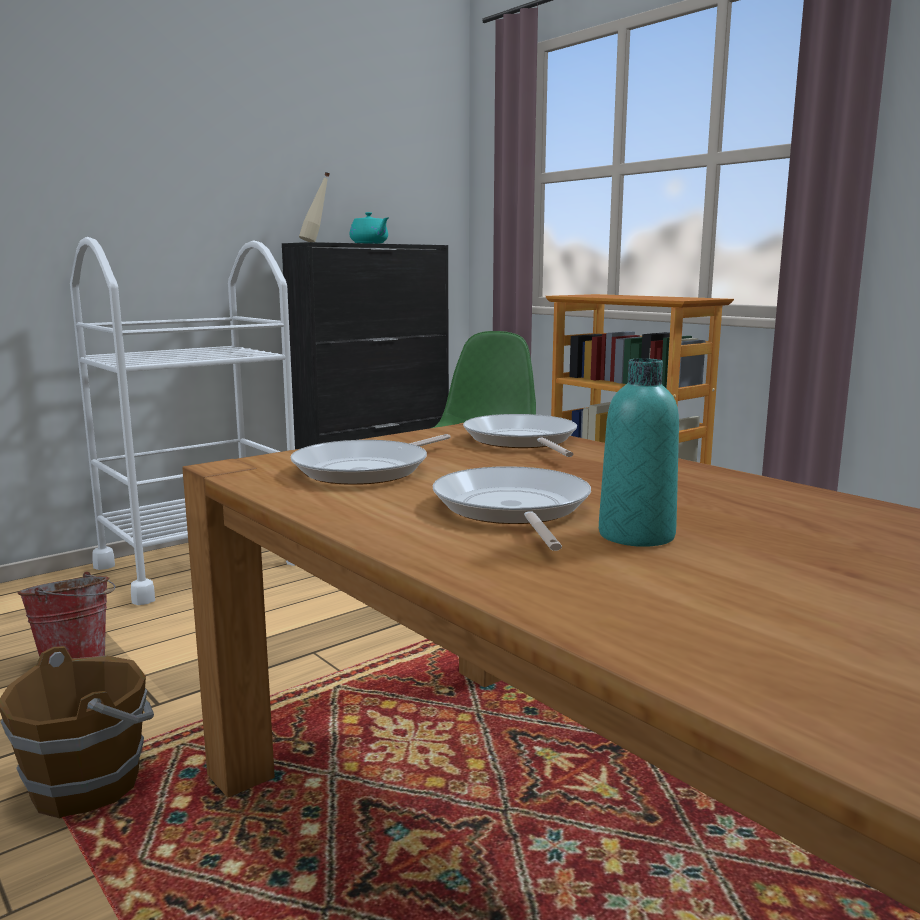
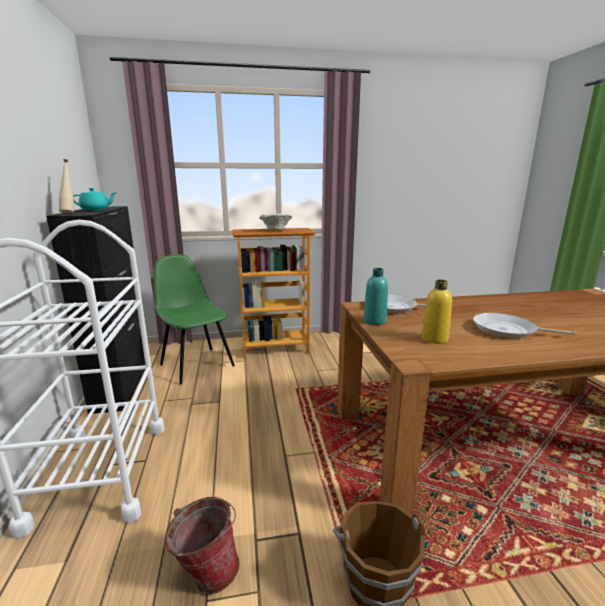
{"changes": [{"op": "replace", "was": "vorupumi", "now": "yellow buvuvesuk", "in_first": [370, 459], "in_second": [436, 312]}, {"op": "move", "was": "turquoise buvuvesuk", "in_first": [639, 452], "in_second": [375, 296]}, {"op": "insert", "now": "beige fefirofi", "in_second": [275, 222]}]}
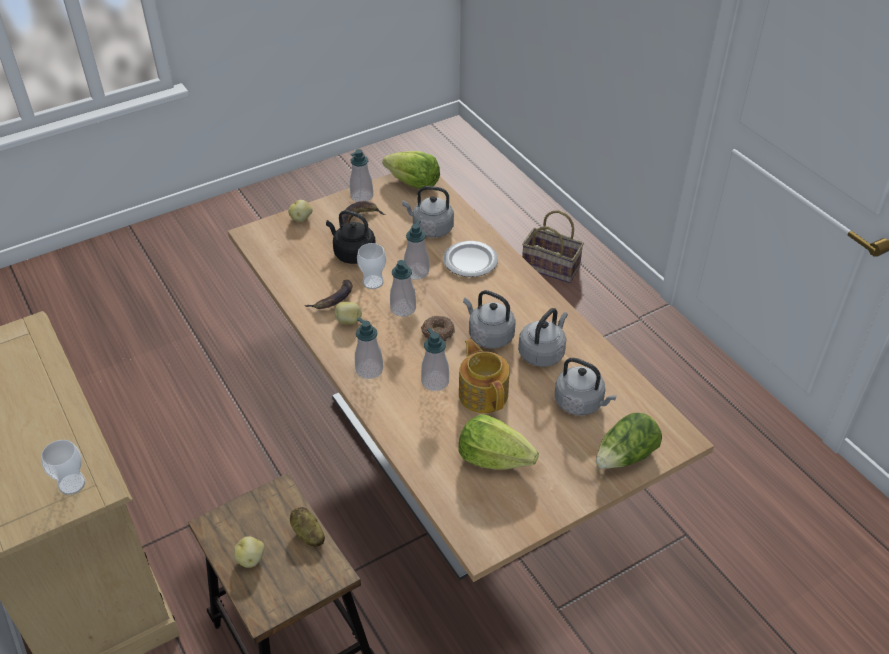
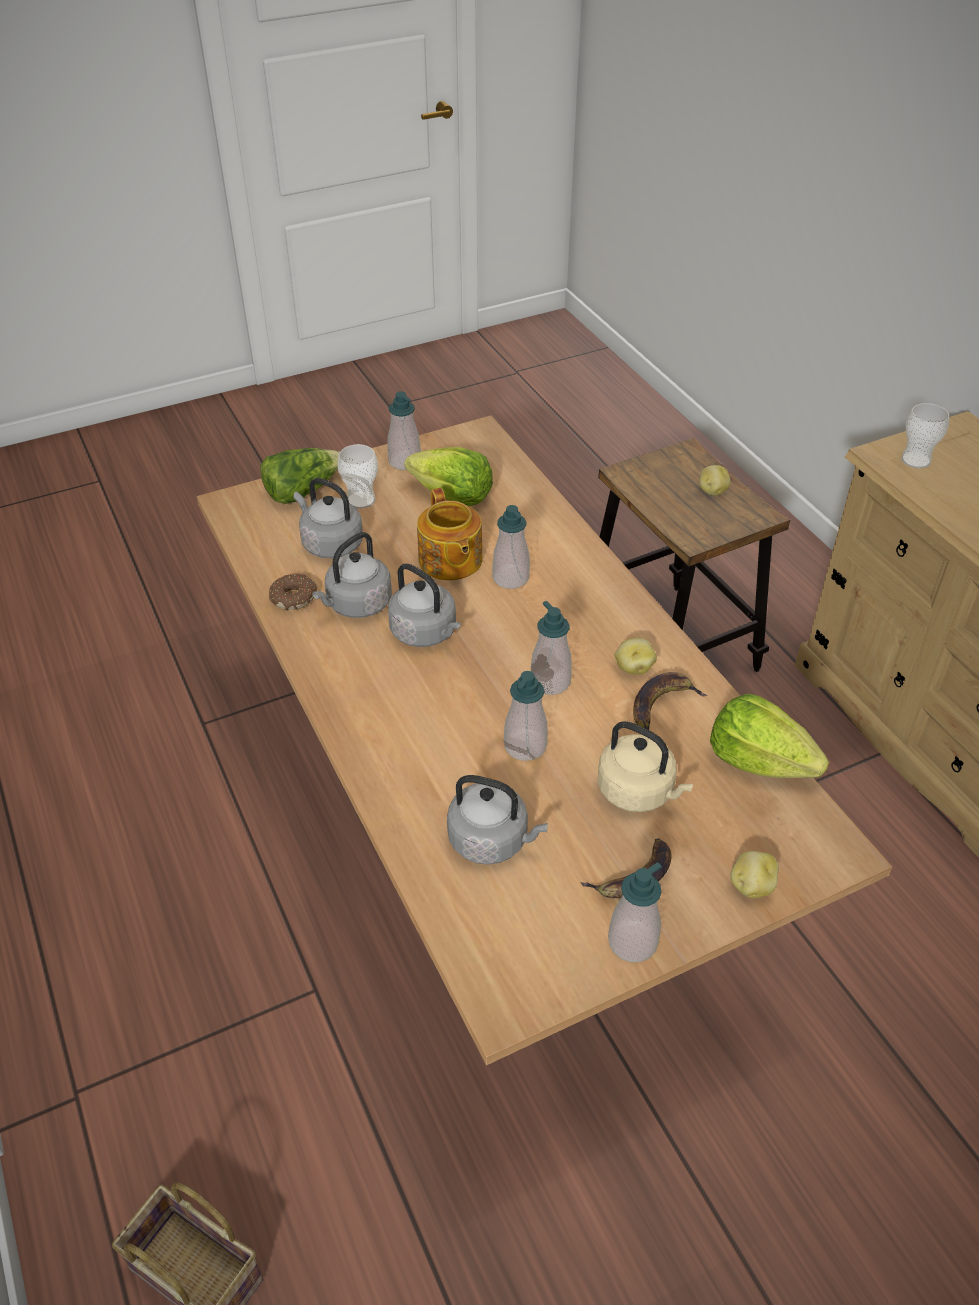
{"changes": [{"op": "delete", "was": "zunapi", "in_first": [307, 527]}, {"op": "recolor", "was": "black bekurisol", "now": "beige bekurisol", "in_first": [351, 237], "in_second": [645, 766]}, {"op": "move", "was": "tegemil", "in_first": [369, 348], "in_second": [404, 430]}, {"op": "move", "was": "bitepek", "in_first": [371, 266], "in_second": [358, 476]}, {"op": "move", "was": "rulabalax", "in_first": [411, 170], "in_second": [769, 736]}, {"op": "move", "was": "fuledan", "in_first": [438, 328], "in_second": [293, 592]}, {"op": "delete", "was": "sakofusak", "in_first": [470, 259]}]}
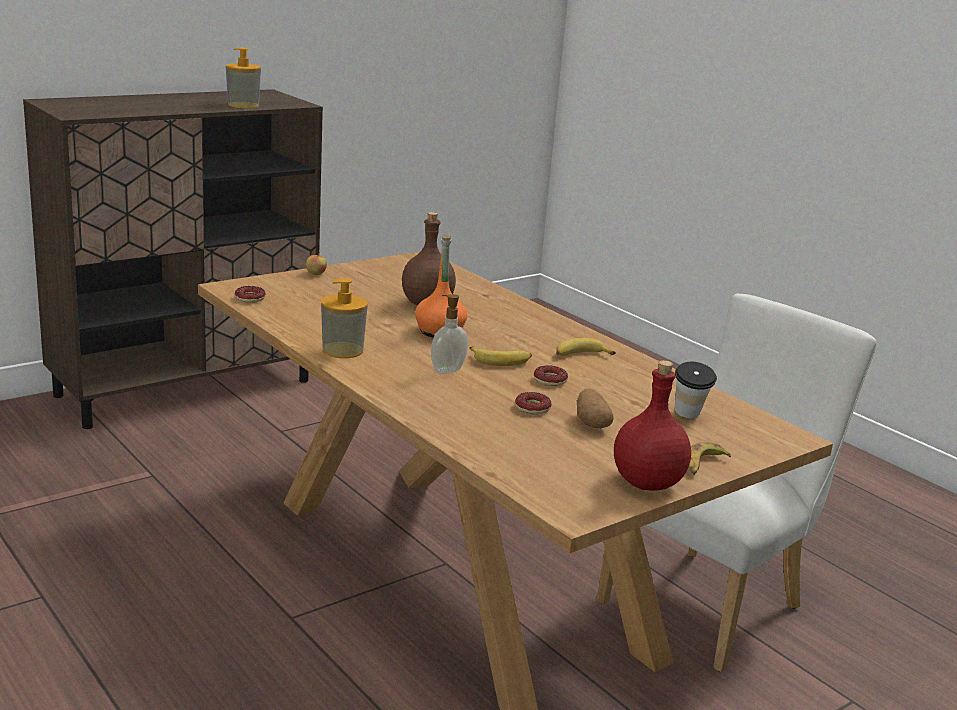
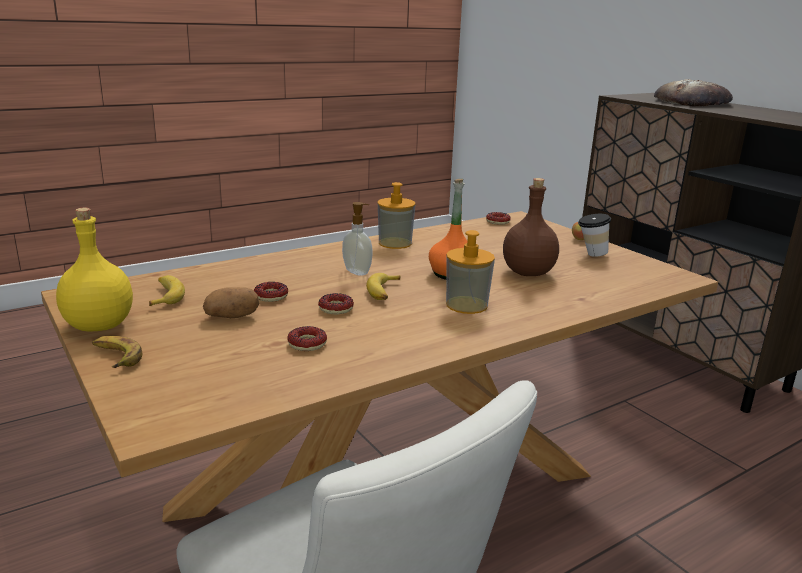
{"changes": [{"op": "move", "was": "tegemil", "in_first": [243, 78], "in_second": [470, 272]}, {"op": "move", "was": "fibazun", "in_first": [586, 347], "in_second": [167, 290]}, {"op": "recolor", "was": "red buvuvesuk", "now": "yellow buvuvesuk", "in_first": [652, 425], "in_second": [94, 270]}, {"op": "move", "was": "bitepek", "in_first": [696, 390], "in_second": [594, 235]}, {"op": "insert", "now": "fuledan", "in_second": [307, 338]}, {"op": "insert", "now": "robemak", "in_second": [693, 92]}]}
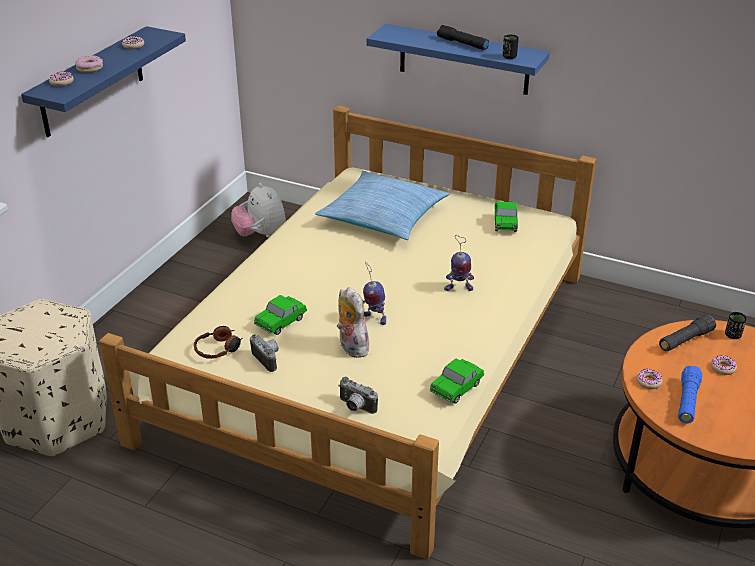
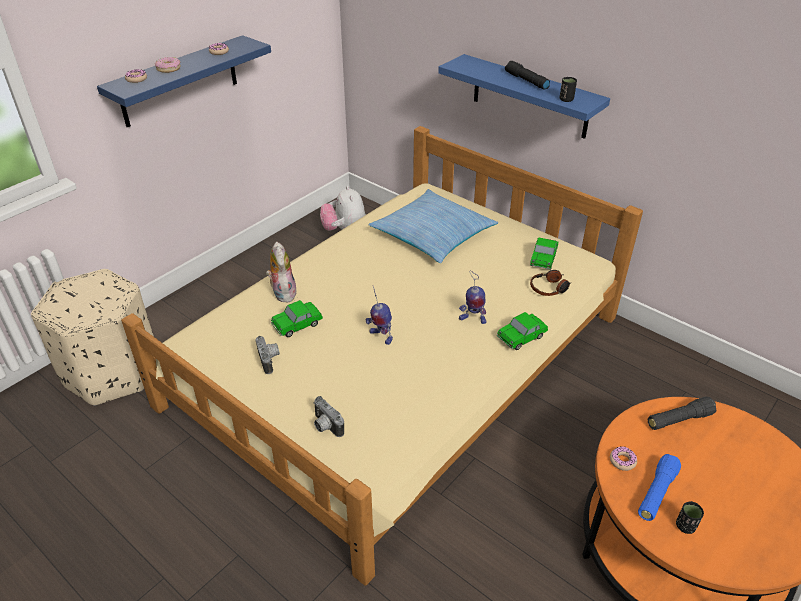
{"changes": [{"op": "move", "was": "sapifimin", "in_first": [218, 342], "in_second": [551, 283]}, {"op": "move", "was": "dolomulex", "in_first": [354, 322], "in_second": [281, 271]}, {"op": "move", "was": "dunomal", "in_first": [457, 381], "in_second": [522, 331]}, {"op": "delete", "was": "fuledan", "in_first": [724, 365]}, {"op": "move", "was": "black bitepek", "in_first": [736, 325], "in_second": [690, 518]}]}
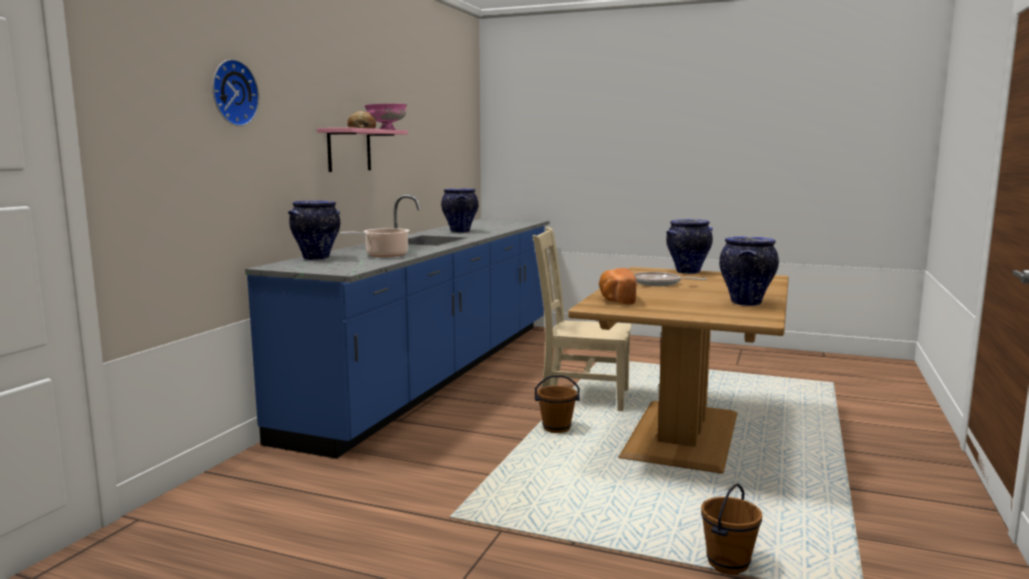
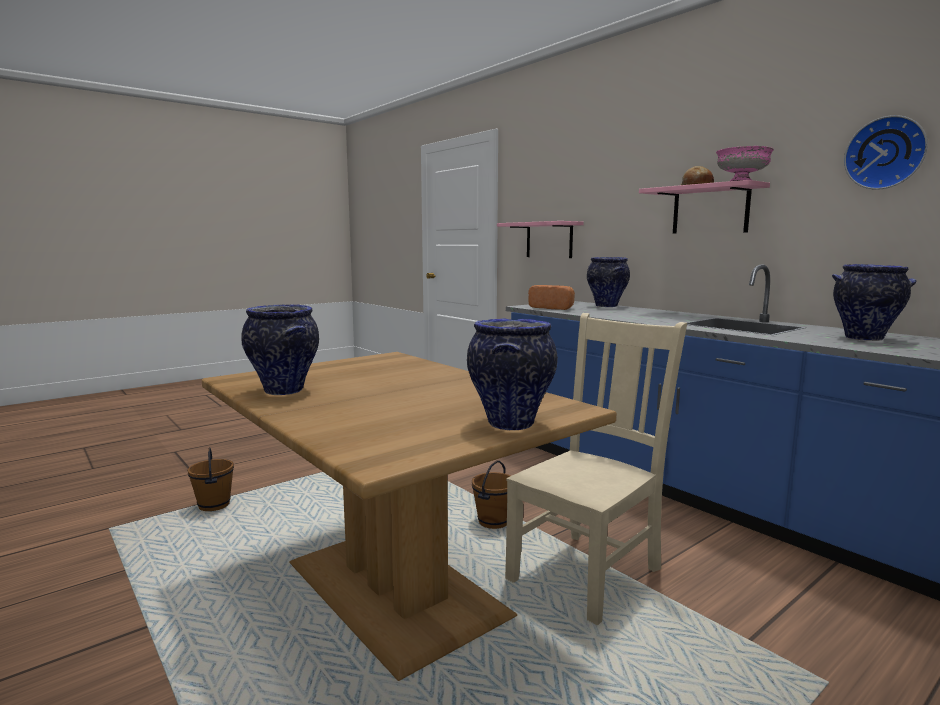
{"changes": [{"op": "move", "was": "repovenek", "in_first": [235, 92], "in_second": [886, 152]}, {"op": "delete", "was": "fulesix", "in_first": [375, 242]}, {"op": "move", "was": "robemak", "in_first": [617, 286], "in_second": [551, 297]}, {"op": "delete", "was": "vorupumi", "in_first": [670, 279]}, {"op": "insert", "now": "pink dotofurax", "in_second": [540, 239]}]}
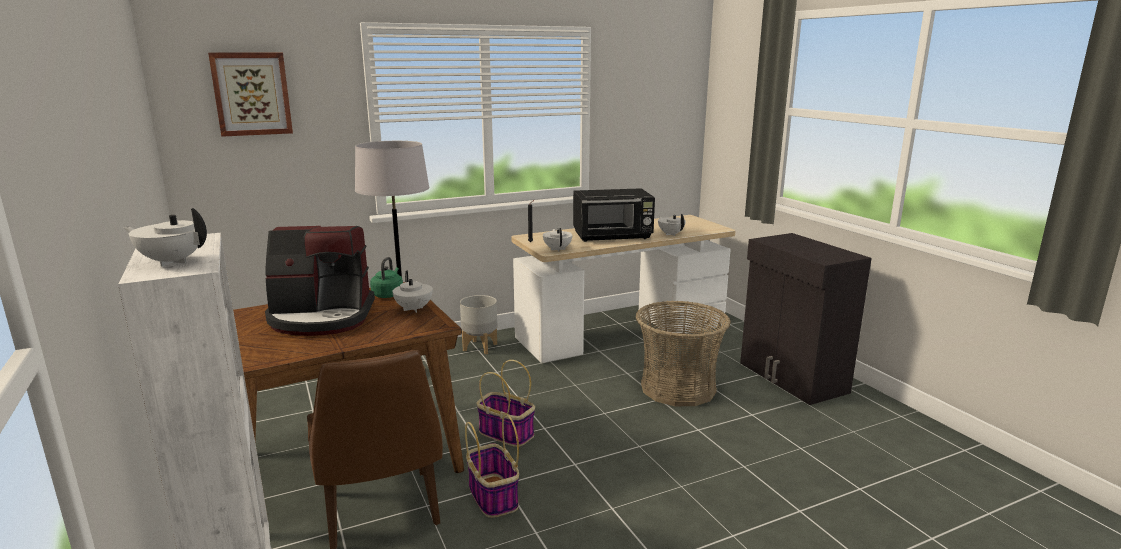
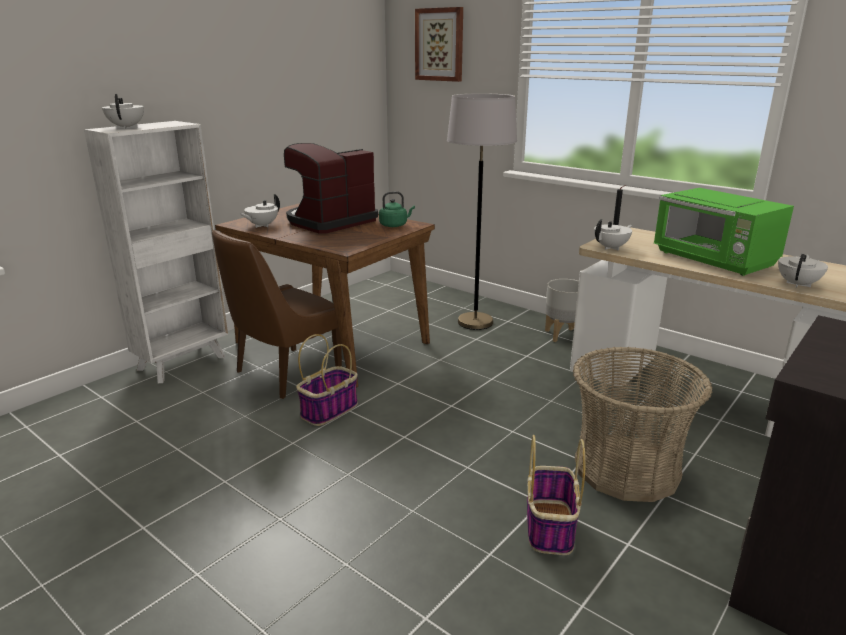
{"changes": [{"op": "rotate", "was": "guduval", "in_first": [320, 281], "in_second": [331, 188], "clockwise": 75}, {"op": "move", "was": "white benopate", "in_first": [412, 292], "in_second": [259, 211]}, {"op": "move", "was": "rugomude", "in_first": [506, 403], "in_second": [556, 495]}, {"op": "recolor", "was": "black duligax", "now": "green duligax", "in_first": [614, 215], "in_second": [724, 232]}]}
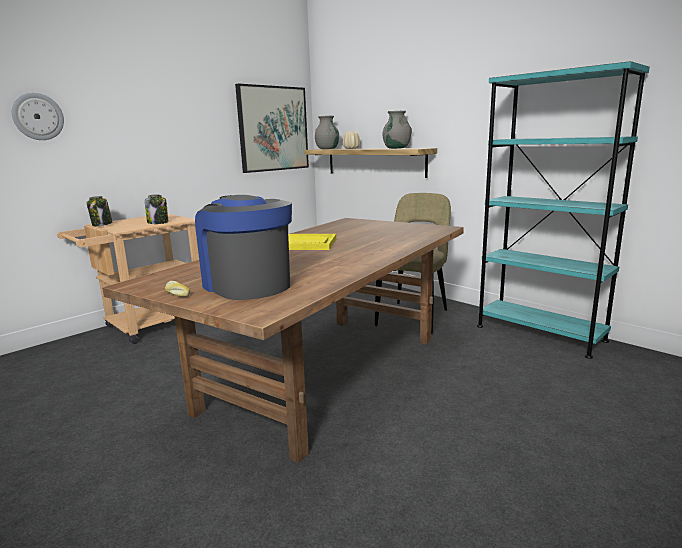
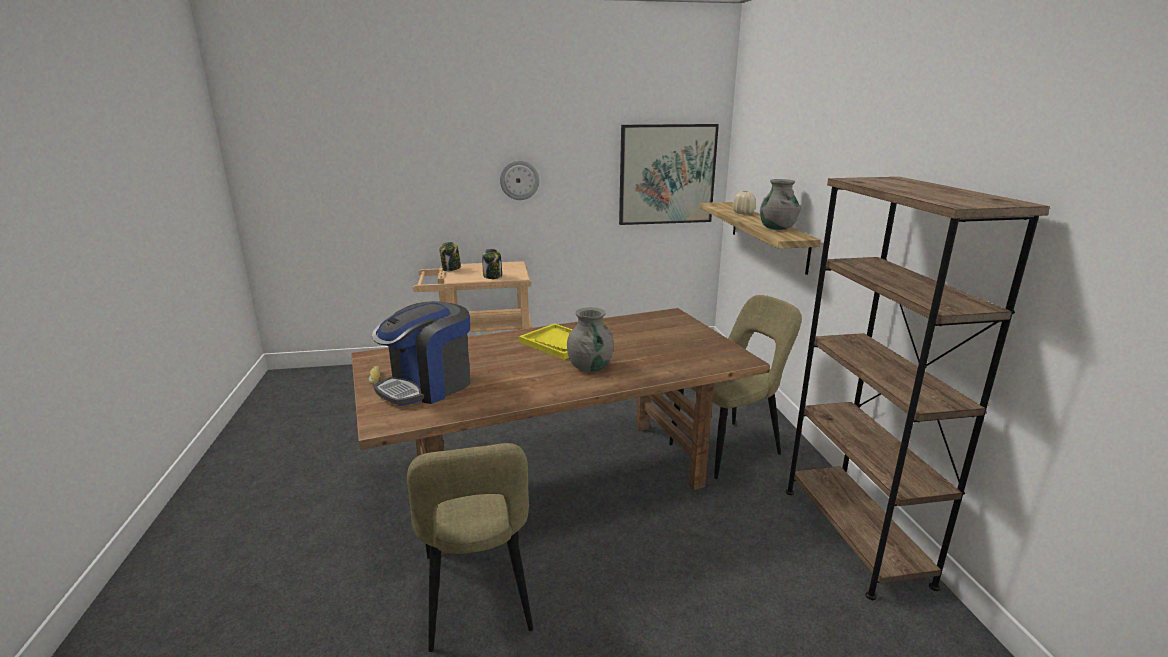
{"changes": [{"op": "move", "was": "repovenek", "in_first": [38, 116], "in_second": [519, 180]}, {"op": "rotate", "was": "guduval", "in_first": [243, 247], "in_second": [421, 353], "clockwise": -135}, {"op": "move", "was": "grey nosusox", "in_first": [327, 132], "in_second": [590, 339]}, {"op": "recolor", "was": "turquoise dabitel", "now": "brown dabitel", "in_first": [563, 210], "in_second": [918, 388]}, {"op": "insert", "now": "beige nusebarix", "in_second": [470, 547]}]}
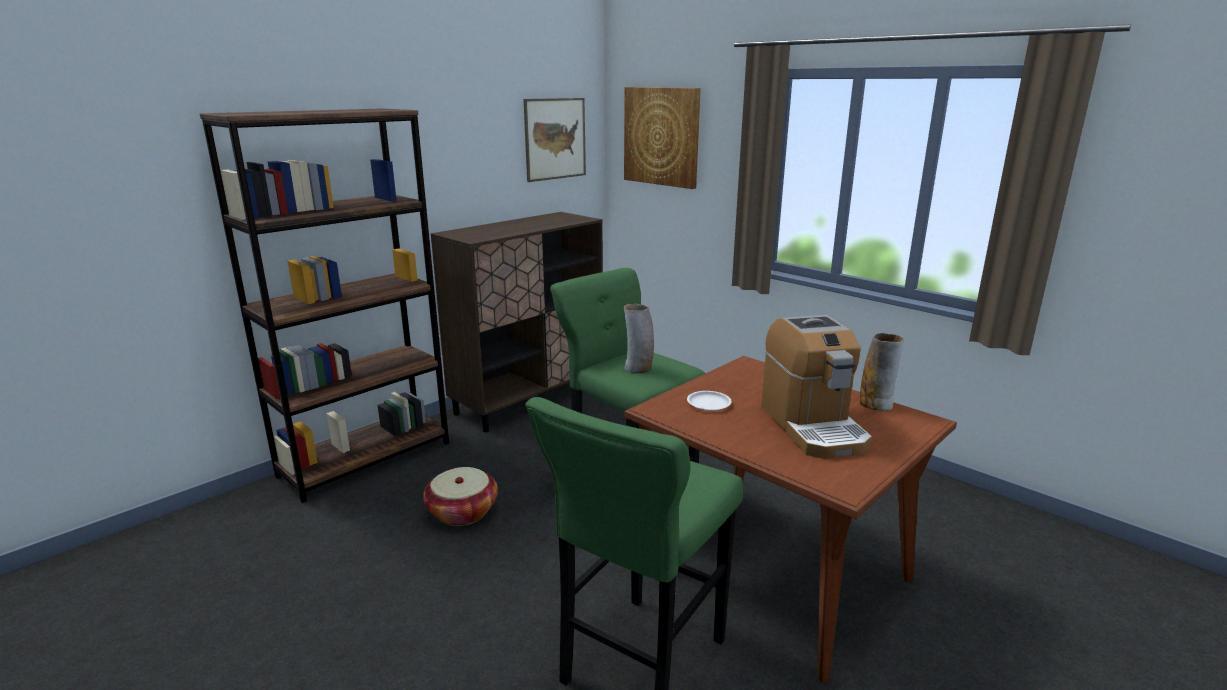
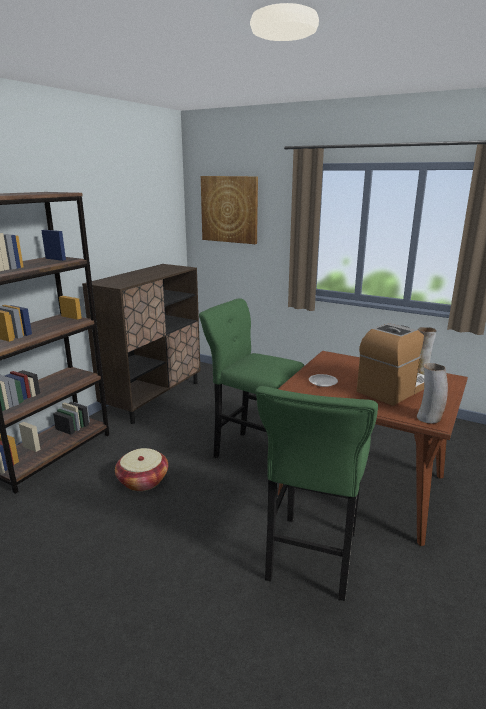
{"changes": [{"op": "delete", "was": "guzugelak", "in_first": [554, 140]}, {"op": "move", "was": "nosusox", "in_first": [639, 338], "in_second": [432, 393]}, {"op": "rotate", "was": "guduval", "in_first": [816, 387], "in_second": [390, 364], "clockwise": -105}]}
